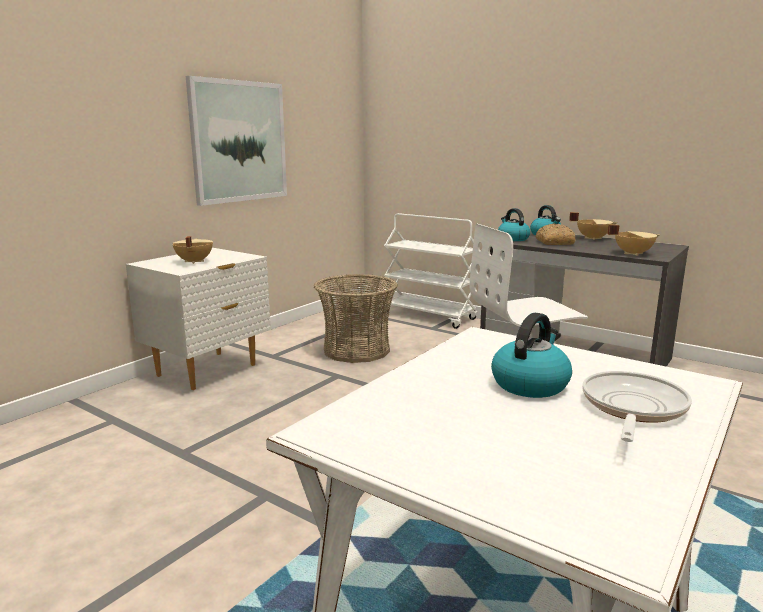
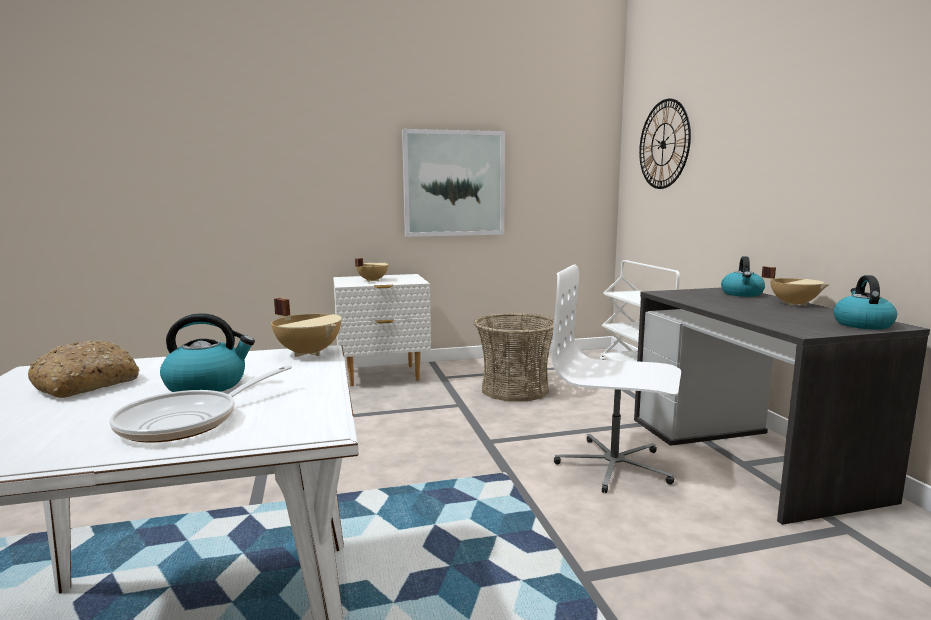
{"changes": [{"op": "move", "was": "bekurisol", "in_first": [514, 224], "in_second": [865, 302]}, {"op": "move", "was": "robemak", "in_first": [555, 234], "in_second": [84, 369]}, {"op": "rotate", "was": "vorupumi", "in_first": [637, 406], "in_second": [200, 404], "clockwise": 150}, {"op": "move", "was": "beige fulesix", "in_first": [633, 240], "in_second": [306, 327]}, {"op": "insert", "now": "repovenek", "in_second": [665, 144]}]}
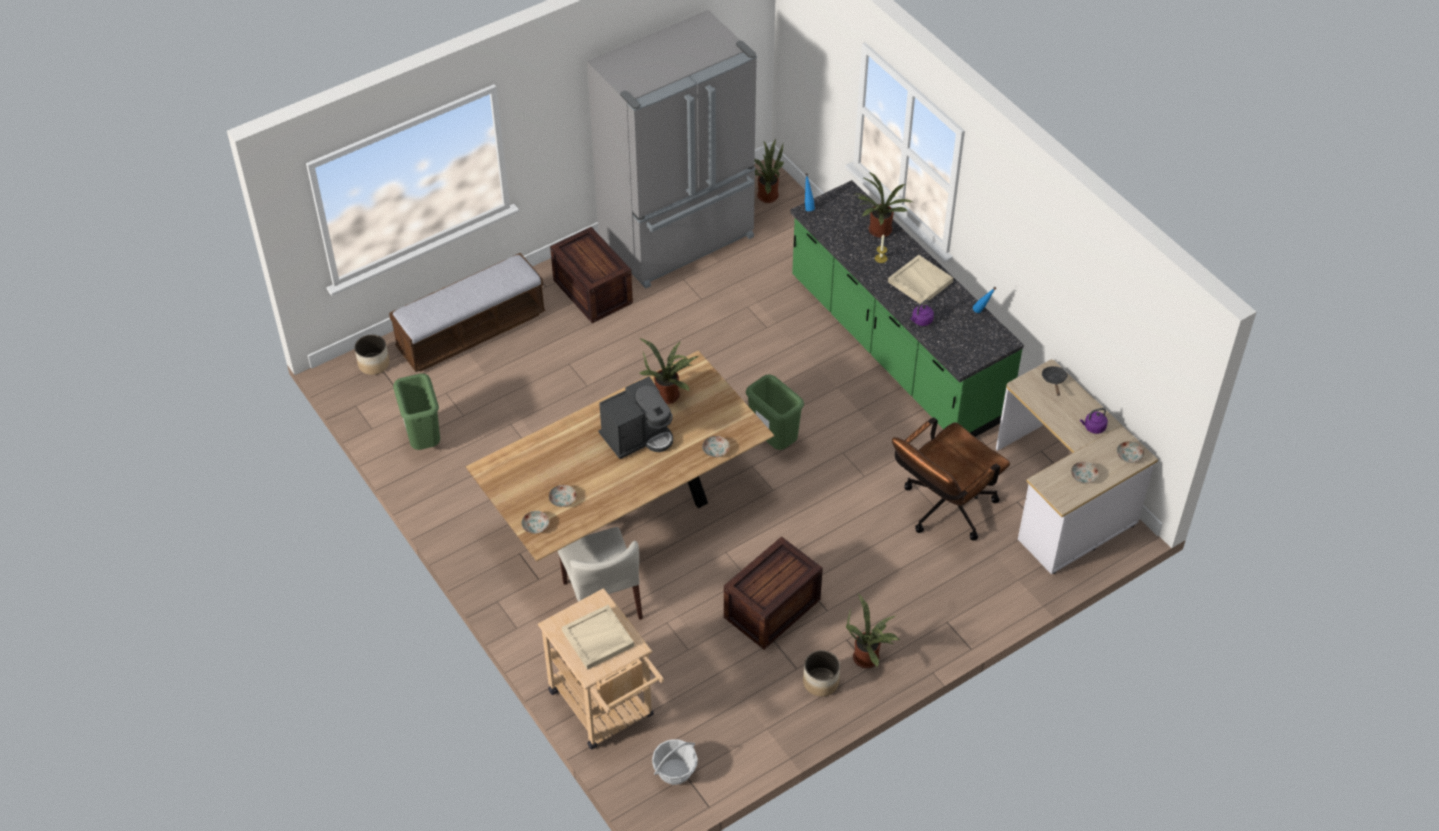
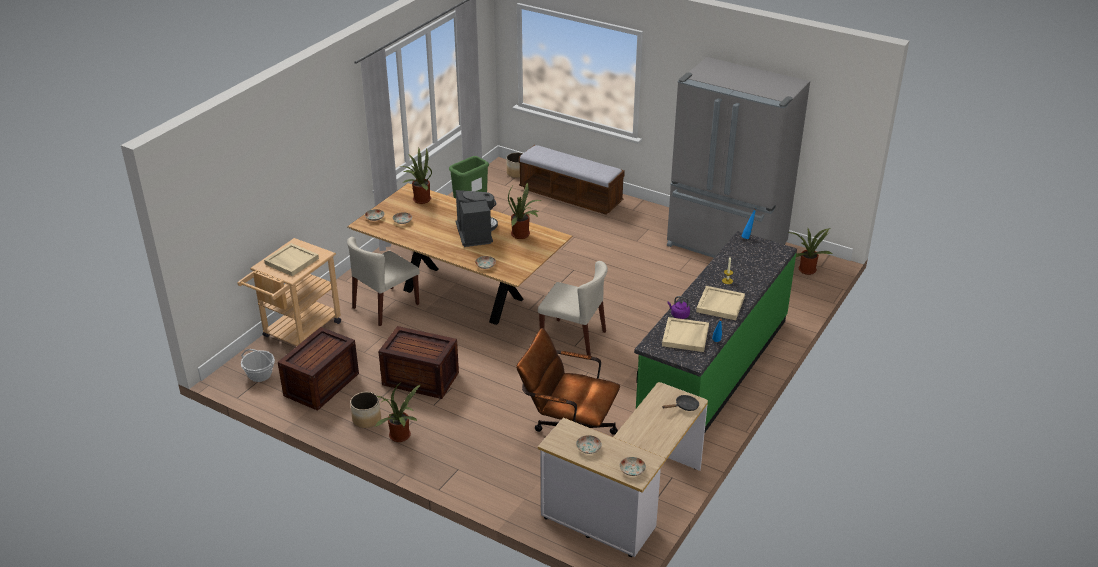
{"changes": [{"op": "move", "was": "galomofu", "in_first": [591, 275], "in_second": [318, 369]}, {"op": "rotate", "was": "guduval", "in_first": [635, 417], "in_second": [477, 218], "clockwise": -135}, {"op": "replace", "was": "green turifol", "now": "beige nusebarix", "in_first": [775, 412], "in_second": [573, 308]}, {"op": "move", "was": "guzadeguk", "in_first": [883, 205], "in_second": [416, 176]}, {"op": "delete", "was": "purple bekurisol", "in_first": [1094, 421]}, {"op": "insert", "now": "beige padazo", "in_second": [685, 334]}]}
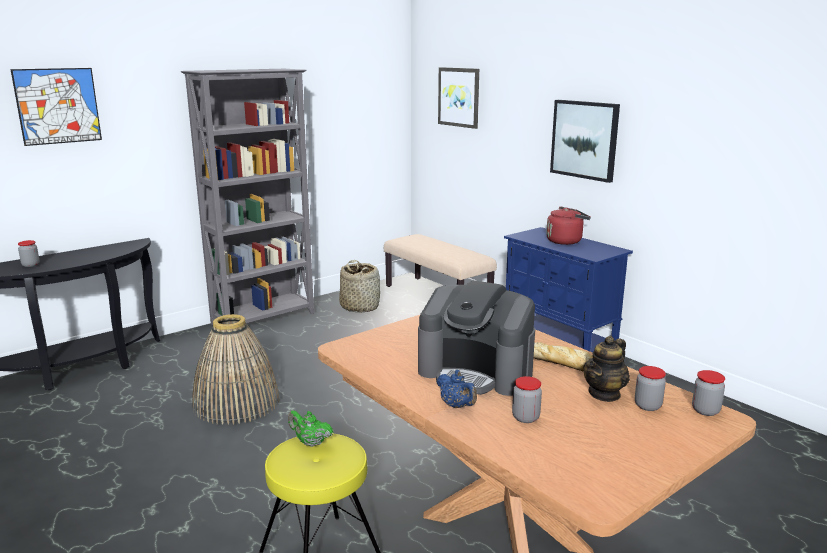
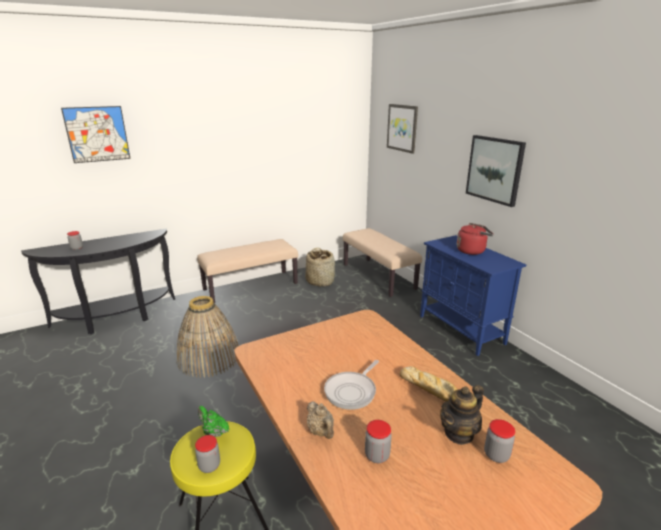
{"changes": [{"op": "replace", "was": "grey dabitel", "now": "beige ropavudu", "in_first": [247, 197], "in_second": [247, 271]}, {"op": "replace", "was": "guduval", "now": "vorupumi", "in_first": [476, 338], "in_second": [351, 385]}, {"op": "recolor", "was": "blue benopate", "now": "beige benopate", "in_first": [457, 389], "in_second": [320, 420]}, {"op": "move", "was": "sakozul", "in_first": [708, 393], "in_second": [207, 454]}]}
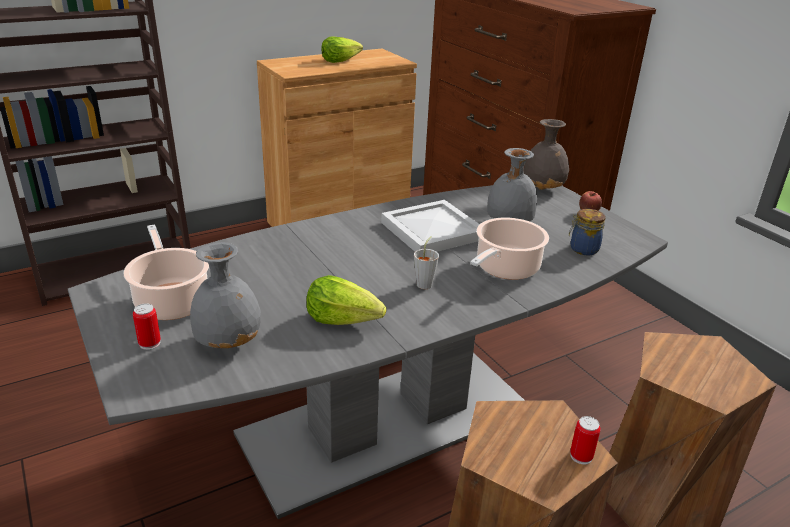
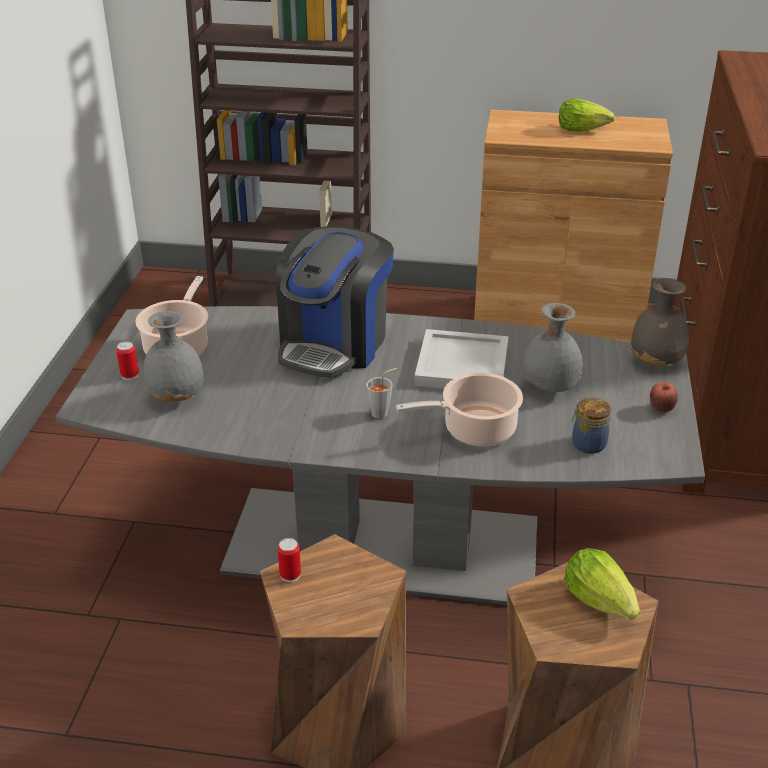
{"changes": [{"op": "move", "was": "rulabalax", "in_first": [346, 300], "in_second": [602, 584]}, {"op": "move", "was": "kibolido", "in_first": [585, 440], "in_second": [289, 560]}, {"op": "insert", "now": "guduval", "in_second": [335, 303]}]}
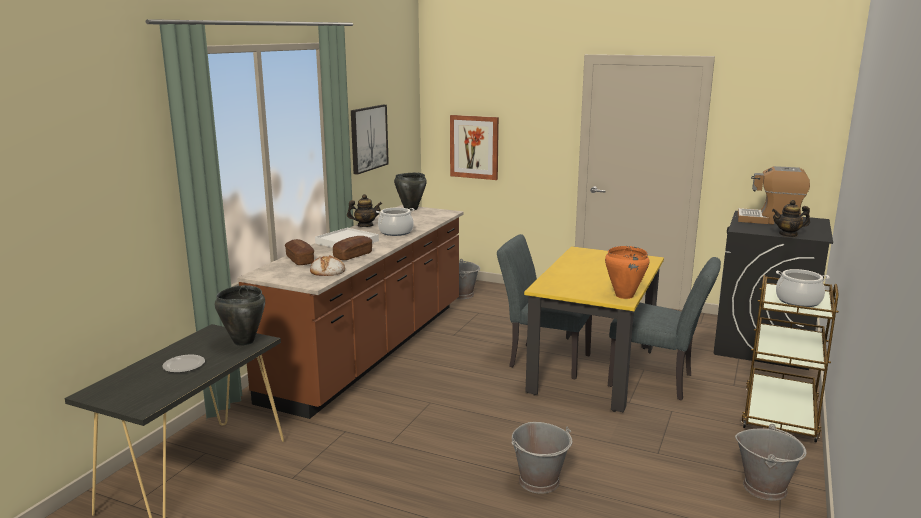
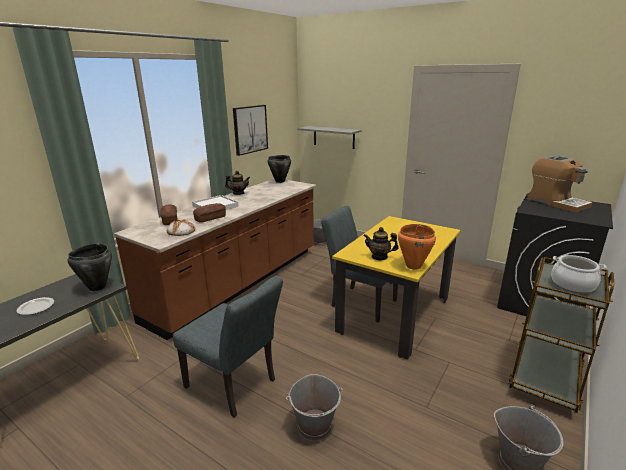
{"changes": [{"op": "delete", "was": "fulesix", "in_first": [395, 221]}, {"op": "replace", "was": "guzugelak", "now": "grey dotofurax", "in_first": [474, 147], "in_second": [329, 137]}, {"op": "move", "was": "grey nusebarix", "in_first": [664, 328], "in_second": [228, 346]}, {"op": "rotate", "was": "guduval", "in_first": [774, 195], "in_second": [560, 184], "clockwise": -150}, {"op": "move", "was": "benopate", "in_first": [791, 218], "in_second": [381, 243]}]}
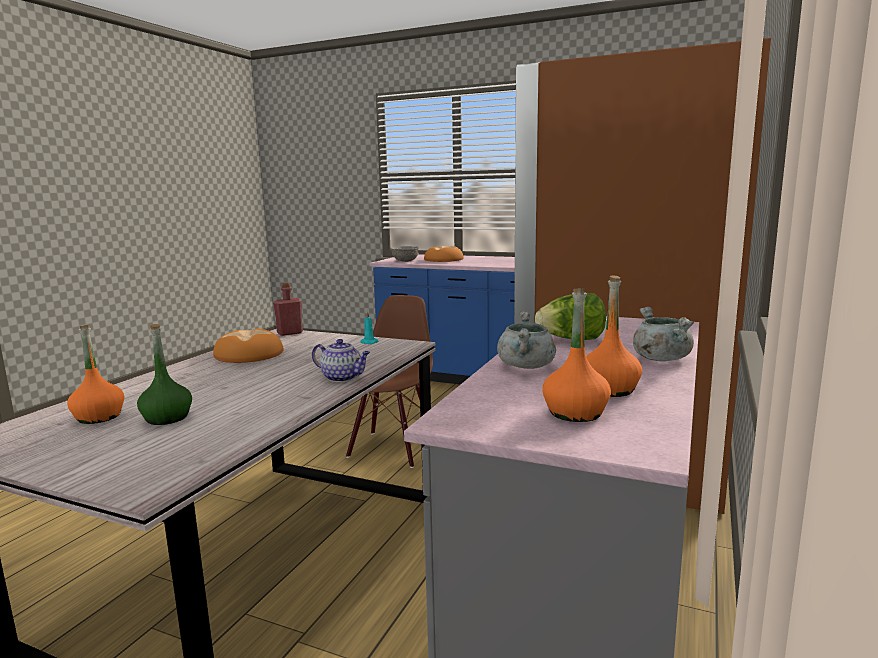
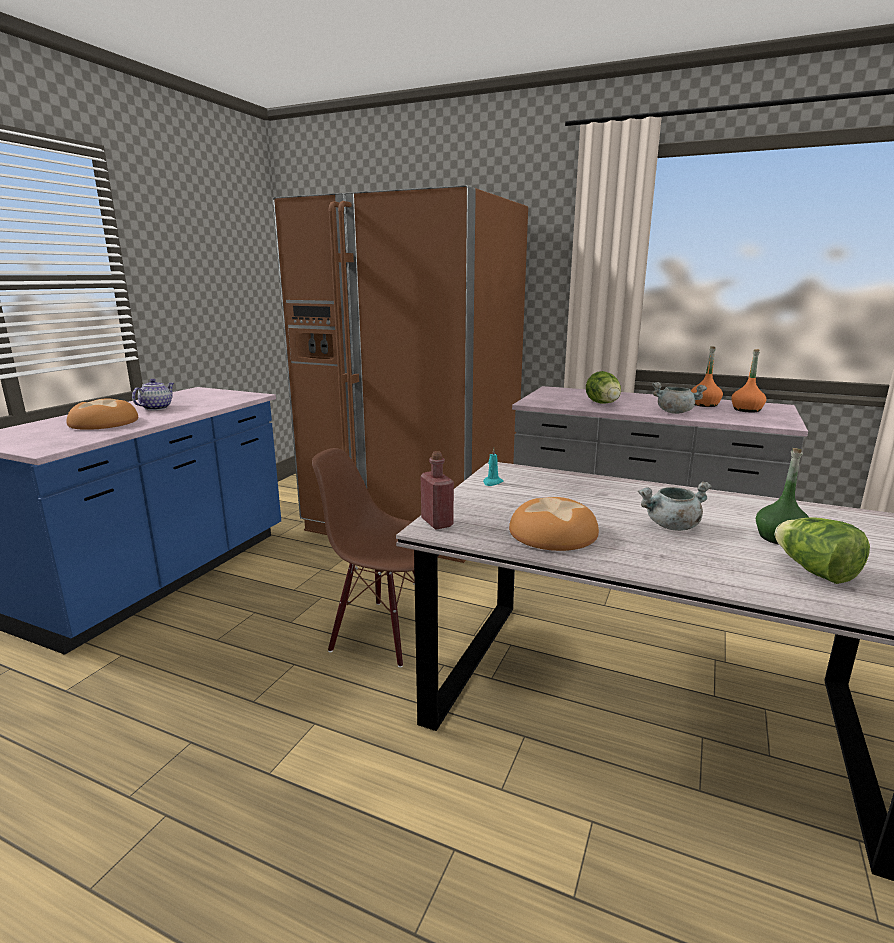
{"changes": [{"op": "replace", "was": "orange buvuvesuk", "now": "rulabalax", "in_first": [95, 374], "in_second": [822, 550]}, {"op": "move", "was": "benopate", "in_first": [341, 360], "in_second": [153, 394]}, {"op": "delete", "was": "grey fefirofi", "in_first": [404, 254]}, {"op": "move", "was": "grey fulesix", "in_first": [663, 334], "in_second": [675, 506]}]}
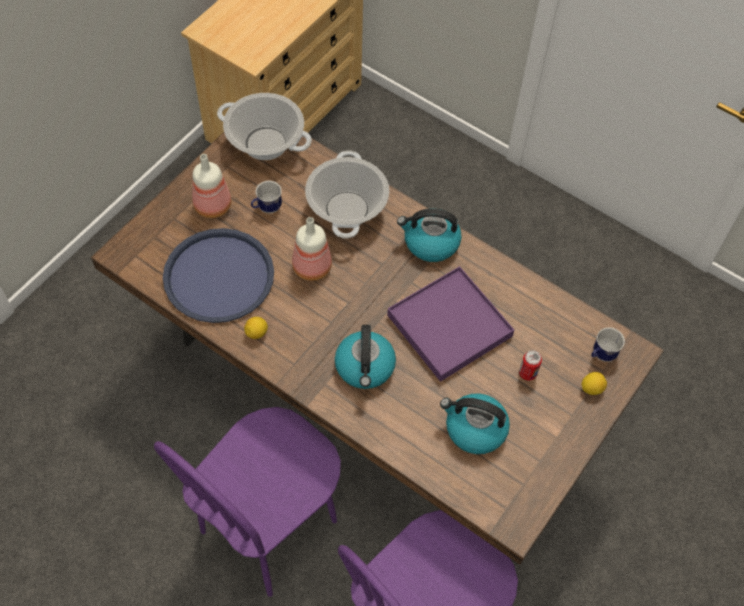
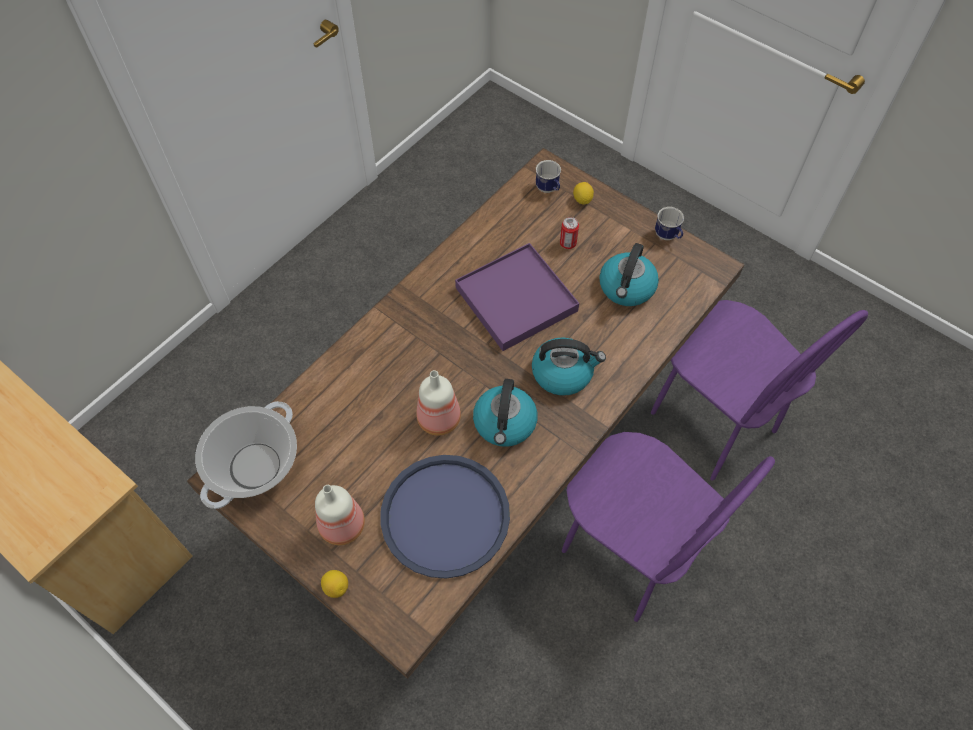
{"changes": [{"op": "move", "was": "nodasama", "in_first": [256, 328], "in_second": [334, 584]}, {"op": "move", "was": "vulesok", "in_first": [266, 197], "in_second": [669, 223]}, {"op": "delete", "was": "fulesix", "in_first": [347, 194]}, {"op": "move", "was": "bekurisol", "in_first": [429, 235], "in_second": [505, 413]}]}
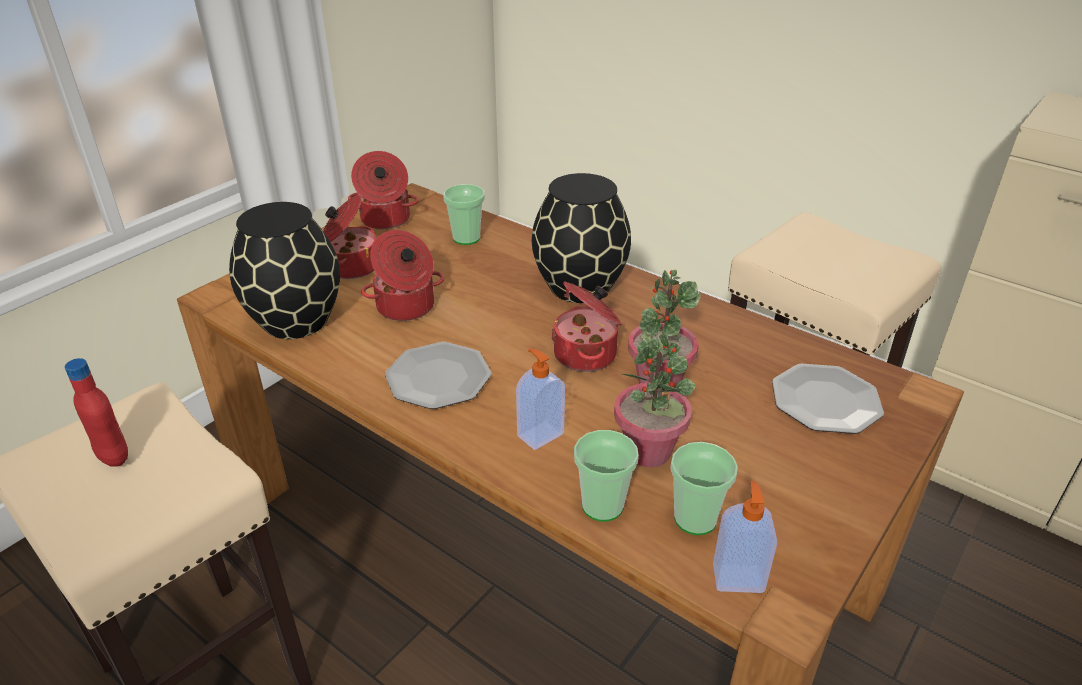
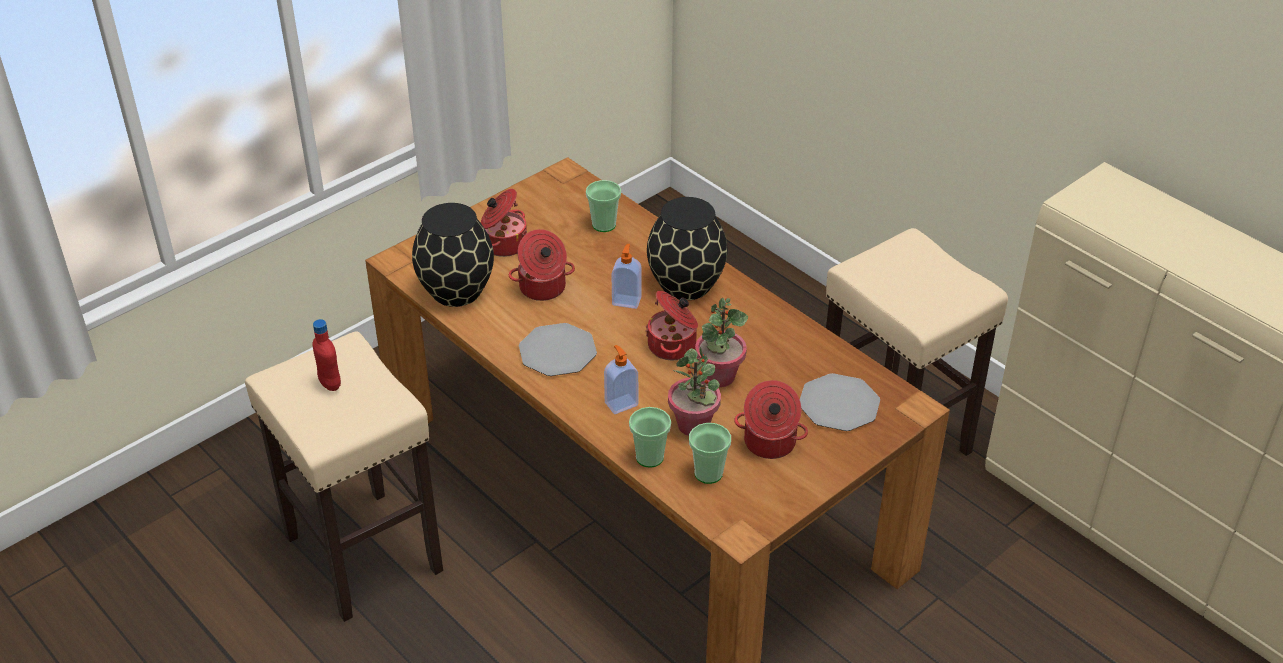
{"changes": [{"op": "move", "was": "fulesix", "in_first": [383, 190], "in_second": [771, 419]}, {"op": "move", "was": "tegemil", "in_first": [745, 537], "in_second": [626, 276]}]}
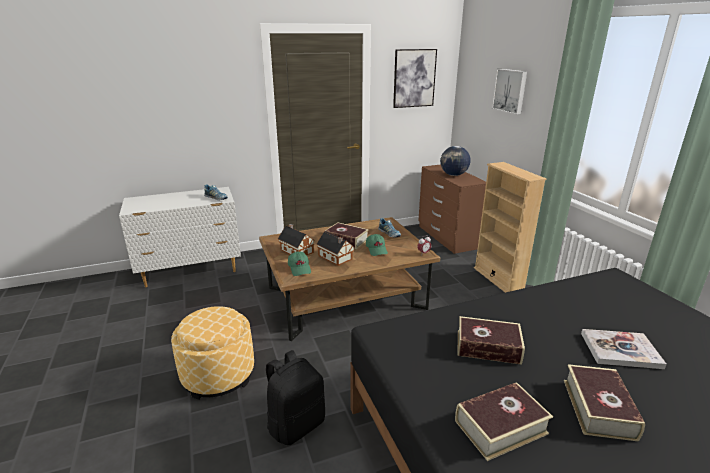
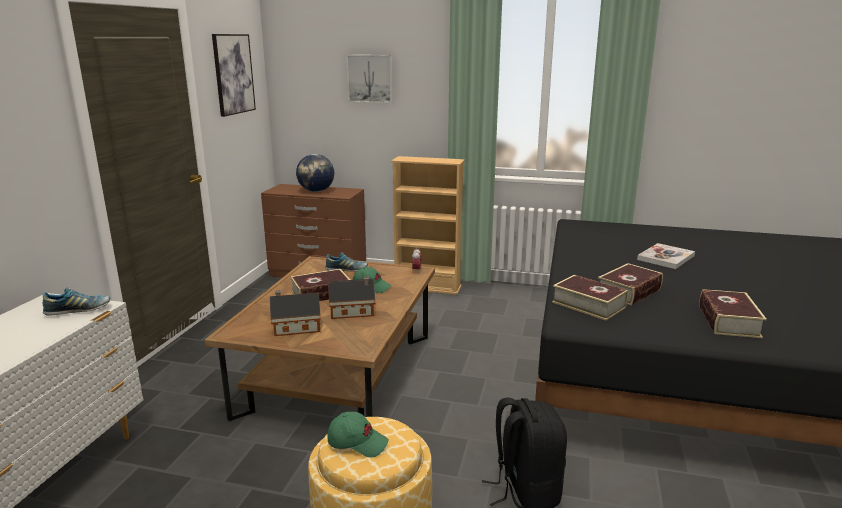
{"changes": [{"op": "move", "was": "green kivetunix", "in_first": [299, 263], "in_second": [358, 434]}, {"op": "move", "was": "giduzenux", "in_first": [604, 403], "in_second": [590, 298]}]}
